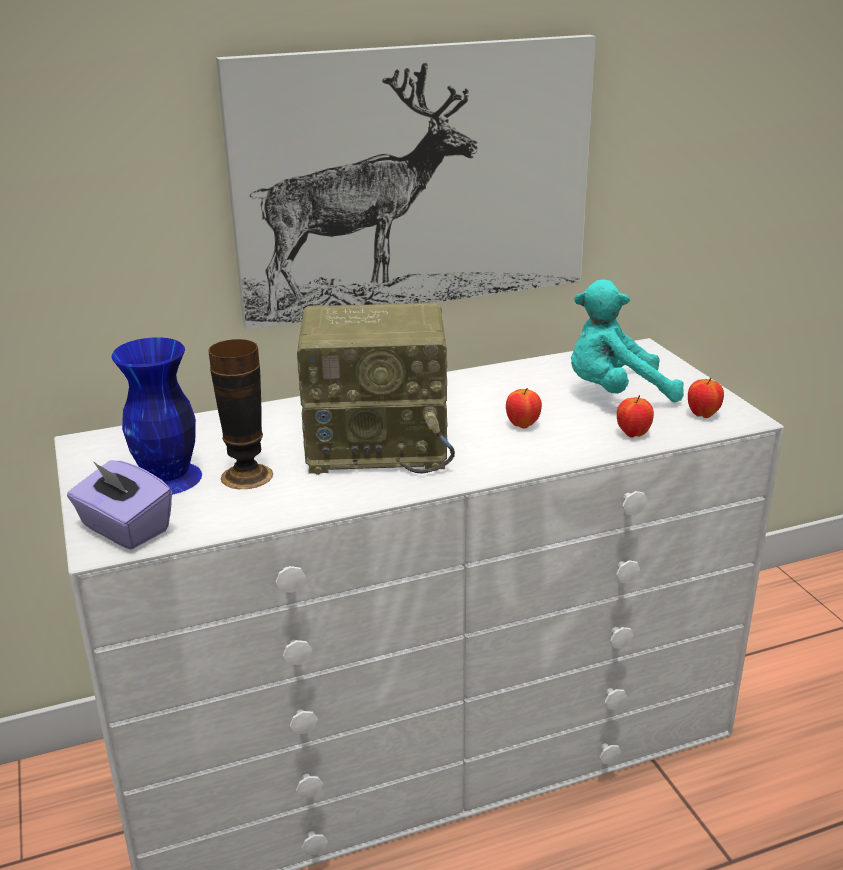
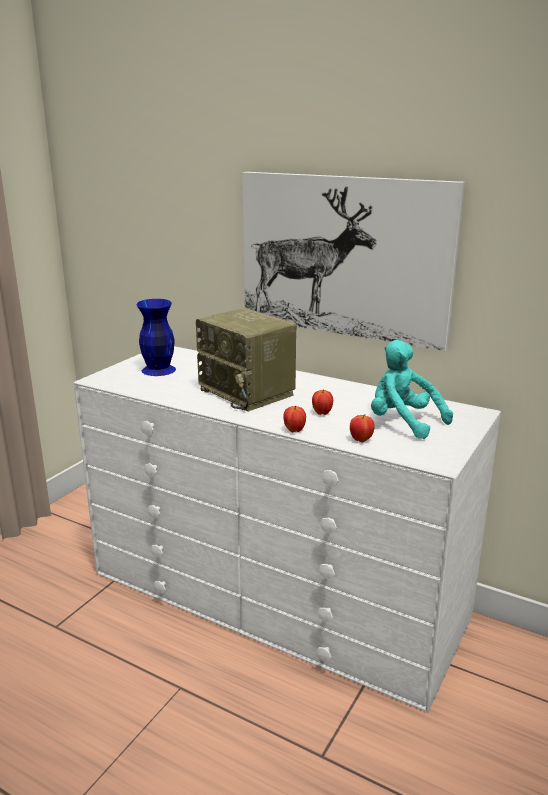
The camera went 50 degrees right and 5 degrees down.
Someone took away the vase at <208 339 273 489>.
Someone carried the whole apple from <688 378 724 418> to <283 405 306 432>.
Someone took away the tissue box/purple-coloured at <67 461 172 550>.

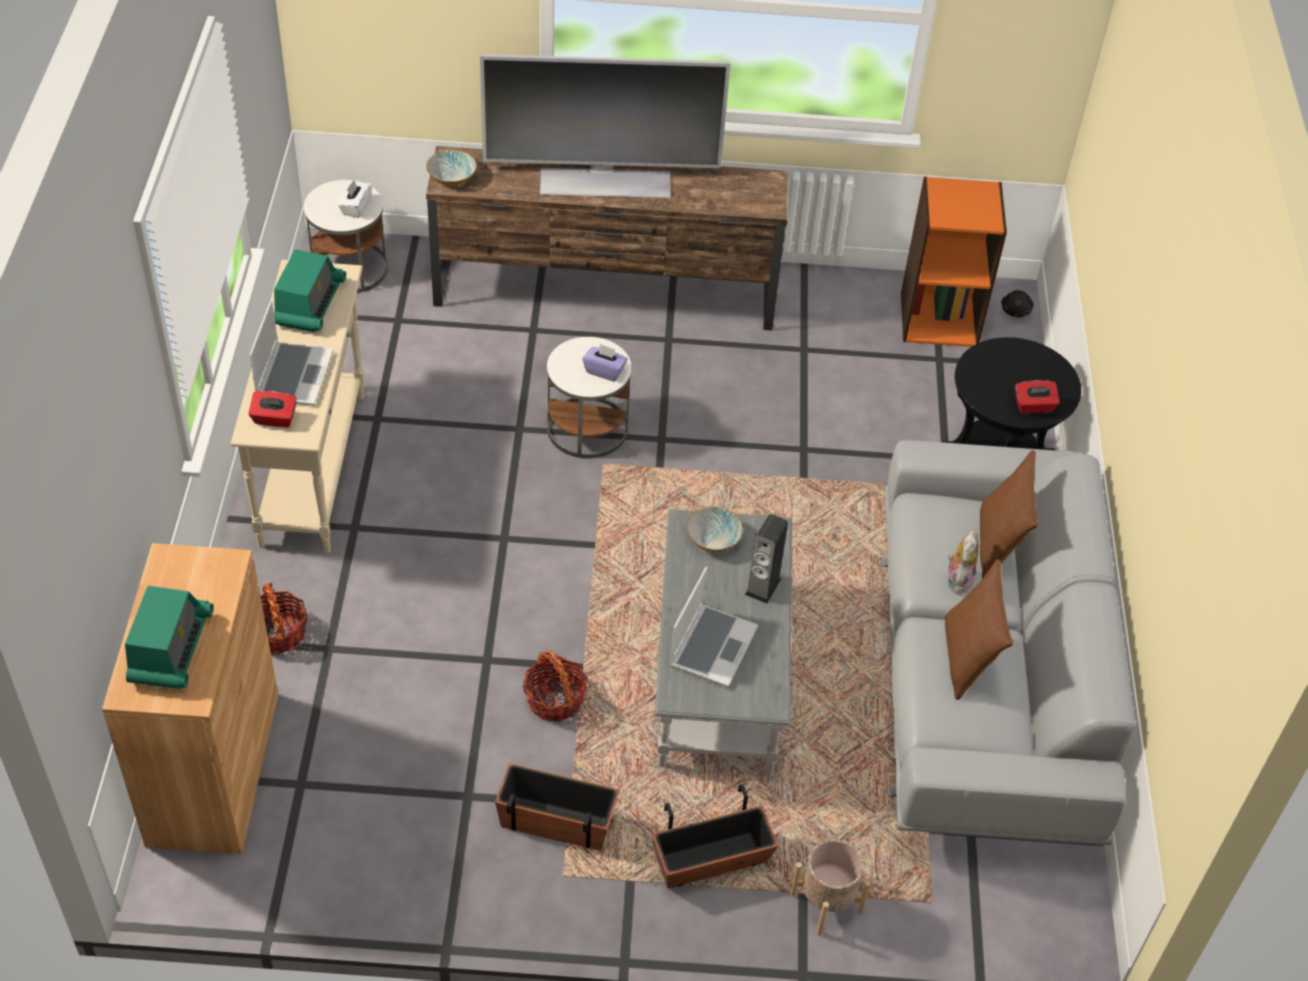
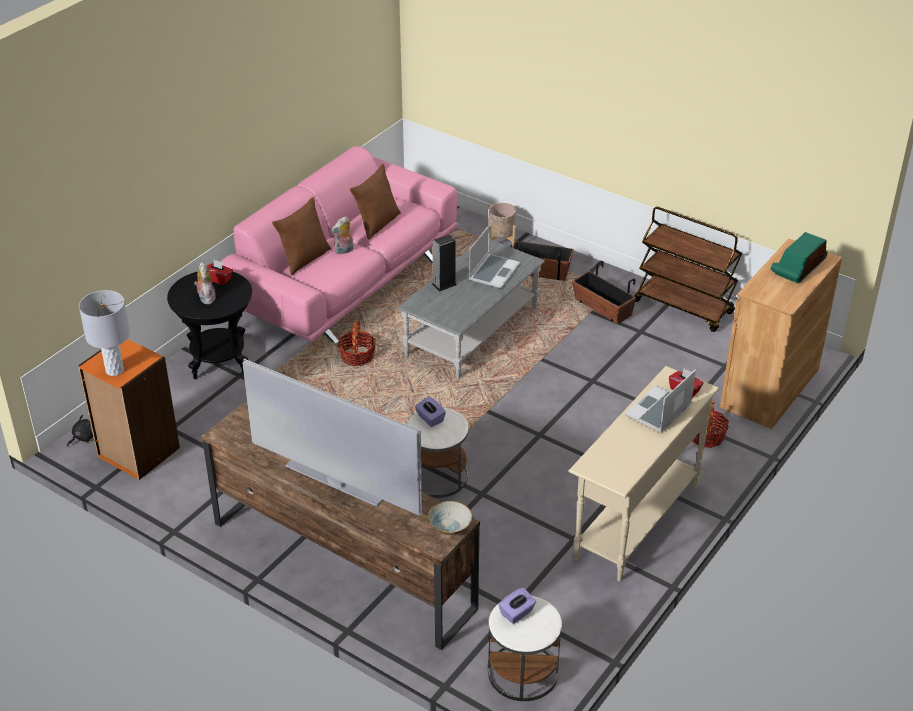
The camera went 145 degrees left and 10 degrees down.
Someone repainted the tissue box/white-coloured at <338 180 372 218>, which became the tissue box/purple-coloured at <499 587 536 624>.
Someone took away the radio at <274 249 346 332>.
Someone repainted the sofa/gray at <882 440 1136 845>, which became the sofa/pink at <221 146 458 343>.
Someone took away the deep dish at <686 506 743 552>.
Someone rotated the portable computer at <670 567 758 687> by 150 degrees clockwise.
Someone carried the storage basket from <523 651 587 722> to <338 321 376 366>.
Someone put down the wheeled cart/brownish at <635 207 742 332>.
Someone put down the soft toy at <194 262 216 304>.
Someone put down the lamp for a table/gray at <79 290 130 376>.

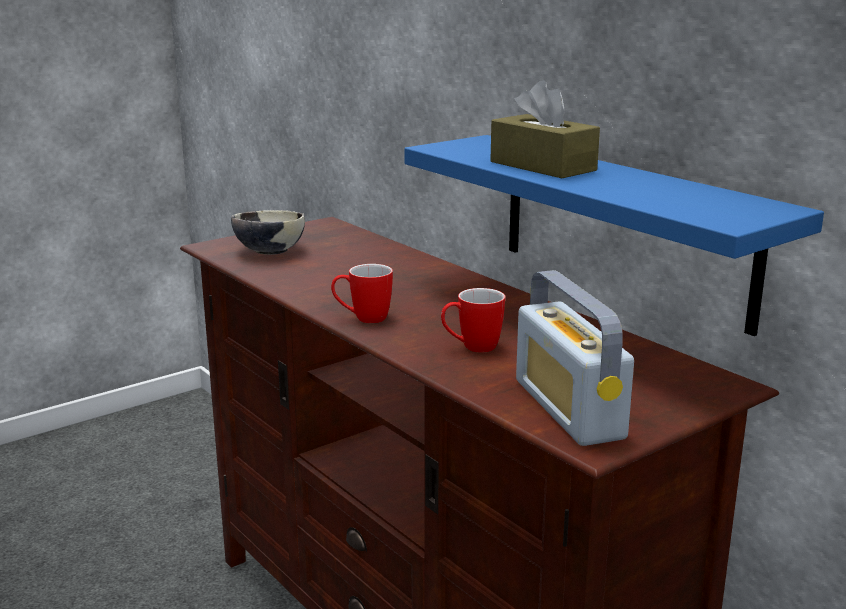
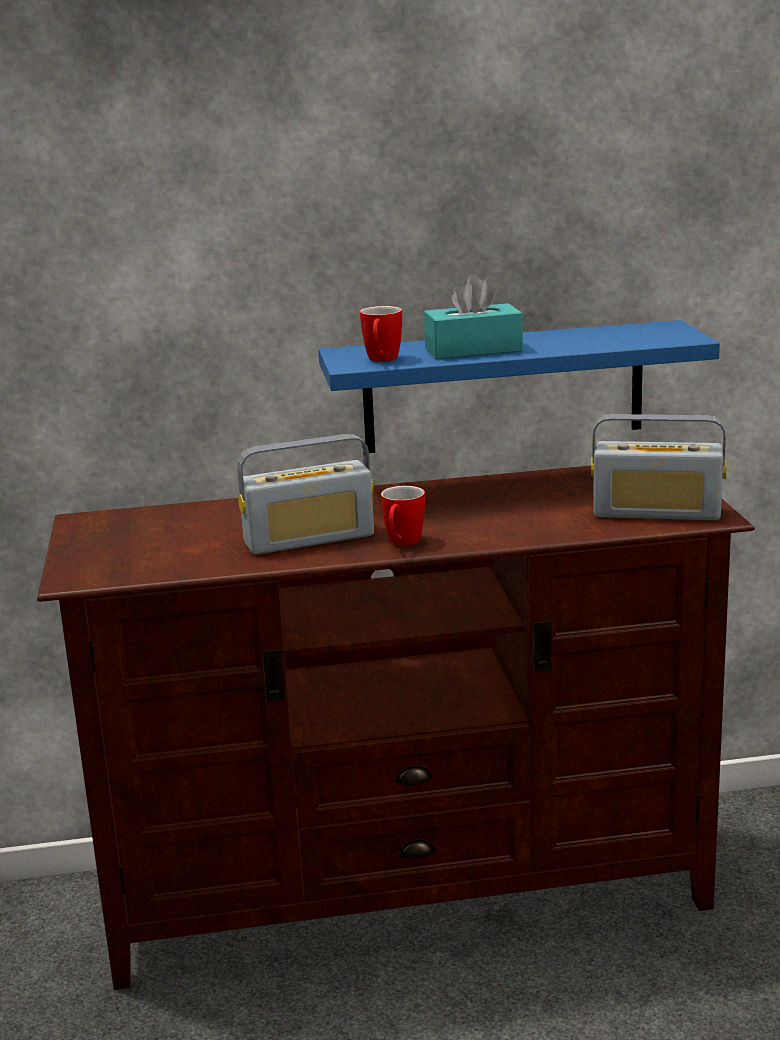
The camera went 60 degrees left and 0 degrees up.
Someone repainted the tissue box/brownish at <490 80 600 178>, which became the tissue box/turquoise at <424 274 523 359>.
Someone took away the deep dish at <231 210 305 255>.
Someone carried the tea mug from <441 288 505 353> to <360 306 402 362>.
Someone put down the radio at <237 434 374 555>.

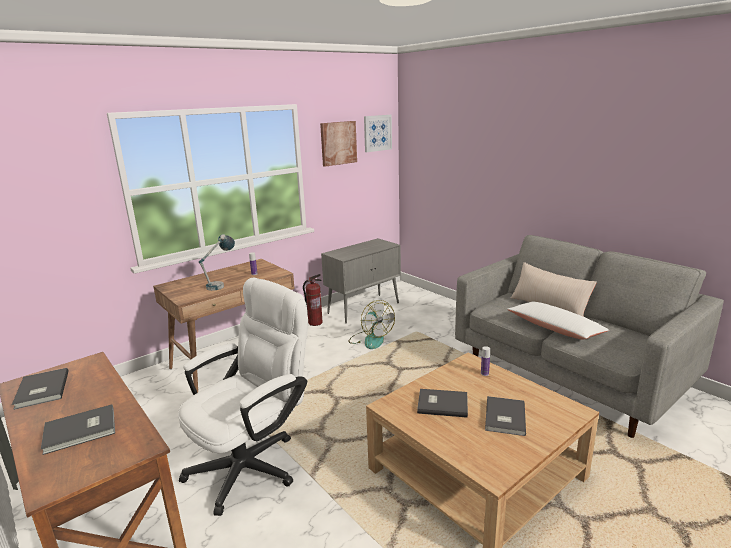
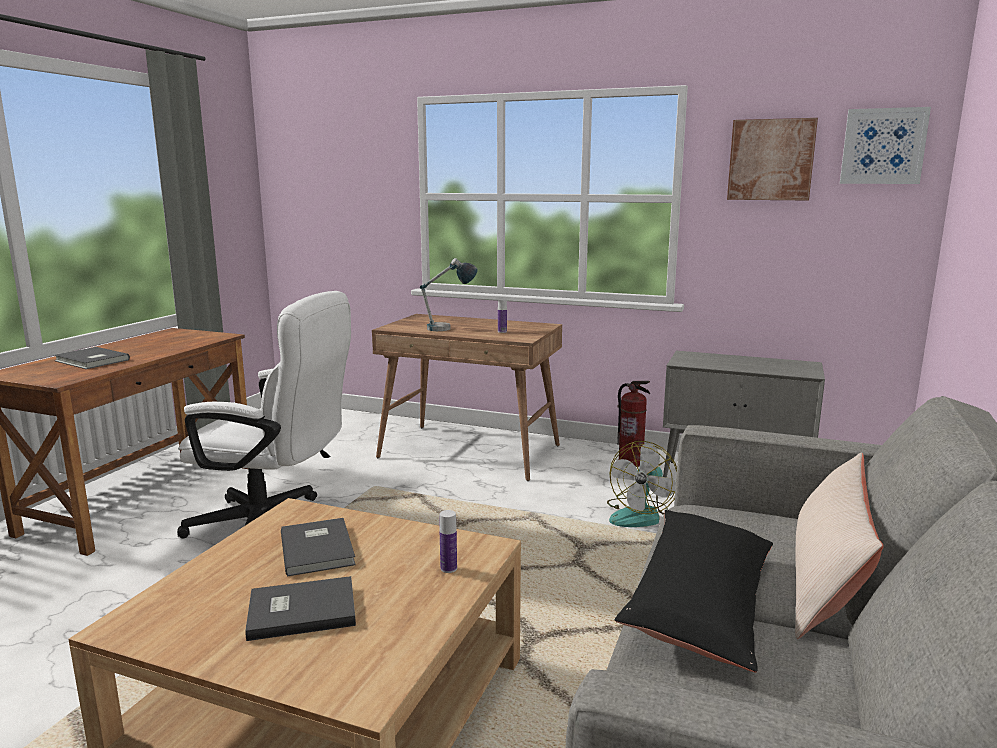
The camera went 60 degrees right and 5 degrees down.
Someone repainted the throw pillow/white-coloured at <507 302 609 340>, which became the throw pillow/black-coloured at <614 510 773 672>.
Someone took away the book/gray at <12 368 69 410>.

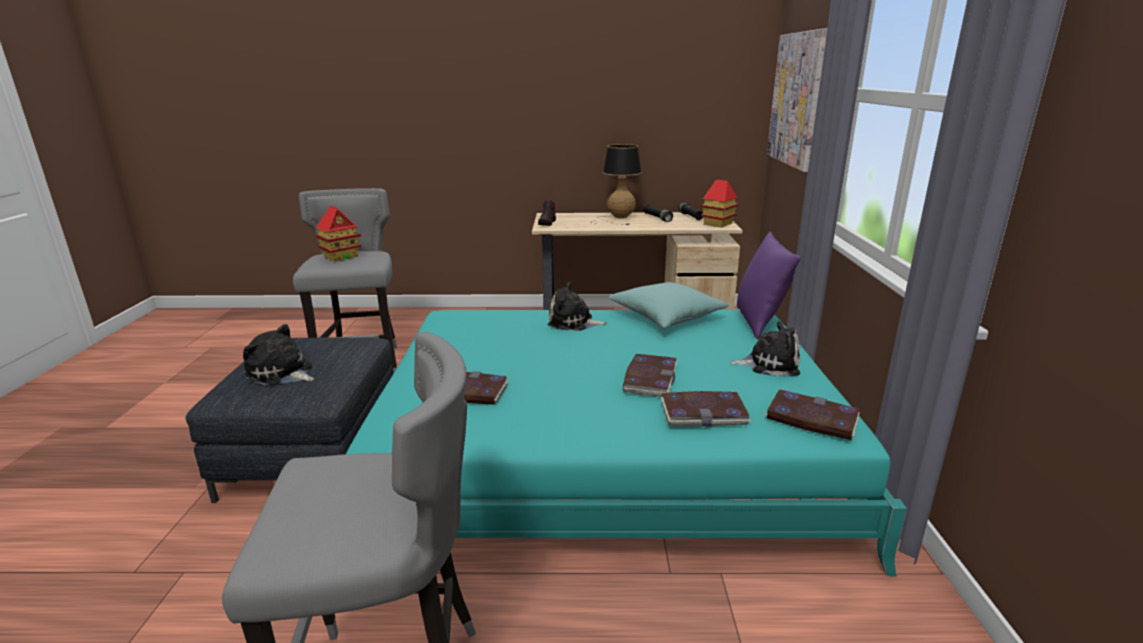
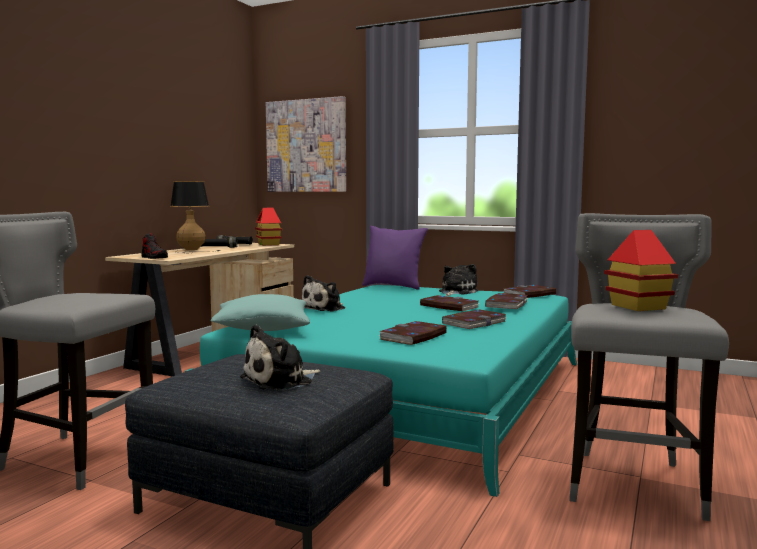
The camera went 65 degrees left and 15 degrees down.
Someone carried the model house from <315 206 361 261> to <604 230 678 311>.
Someone carried the throw pillow/turquoise from <608 282 729 329> to <211 294 310 331>.
Someone put down the book at <442 310 506 329>.

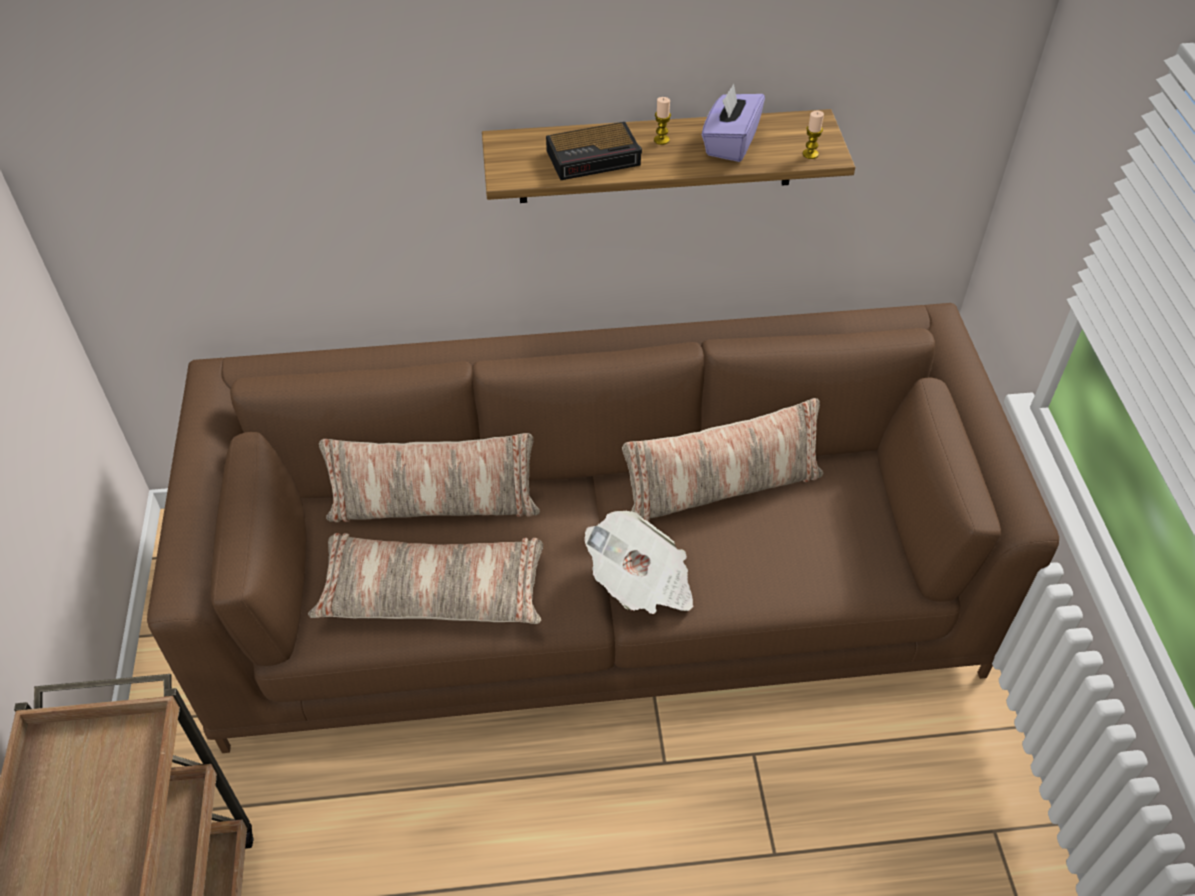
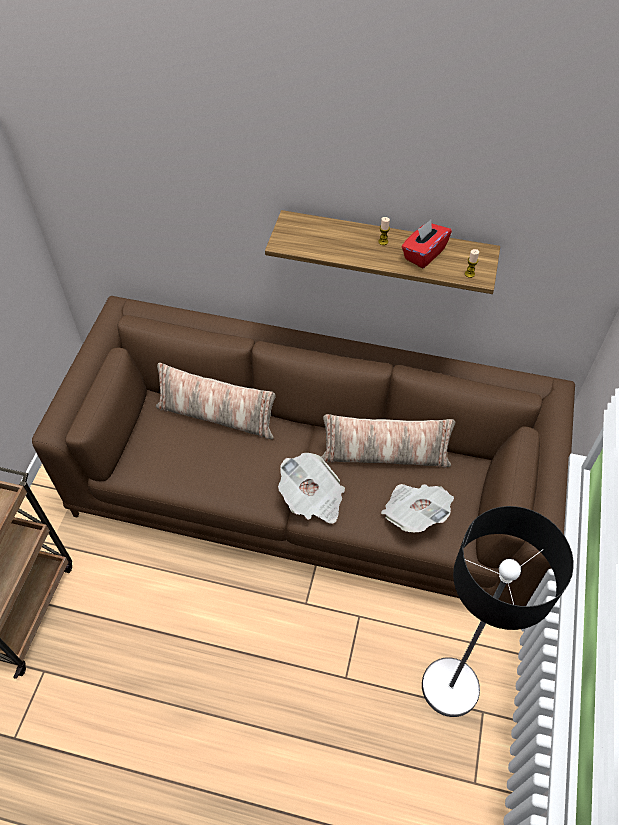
The camera went 20 degrees right and 5 degrees up.
Someone repainted the tissue box/purple-coloured at <702 83 765 162>, which became the tissue box/red at <402 220 452 268>.
Someone took away the alarm clock at <546 122 642 180>.
Someone took away the throw pillow at <308 533 543 624>.
Someone put down the printed paper at <381 484 454 532>.
Someone put down the floor lamp at <422 506 573 717>.

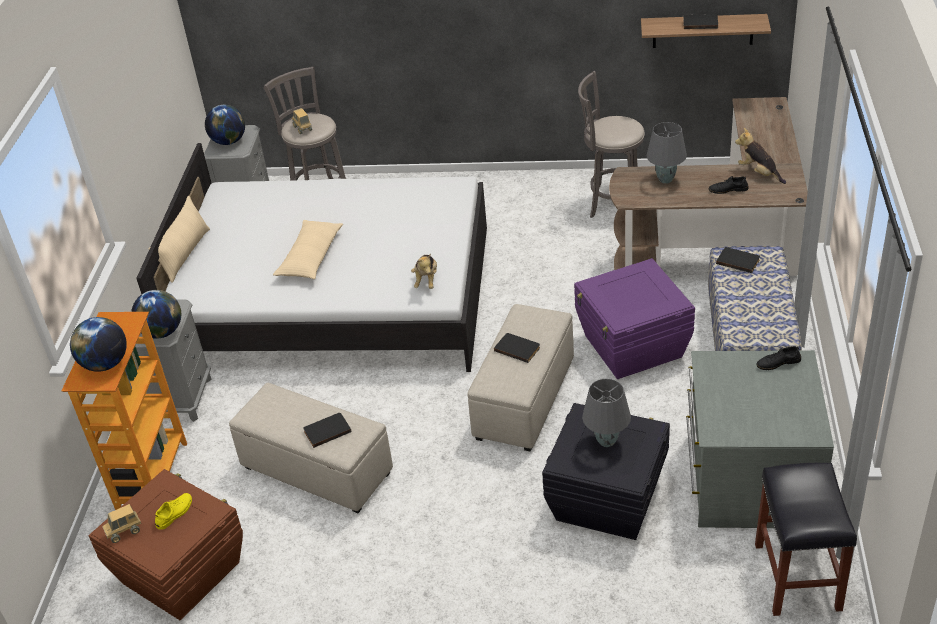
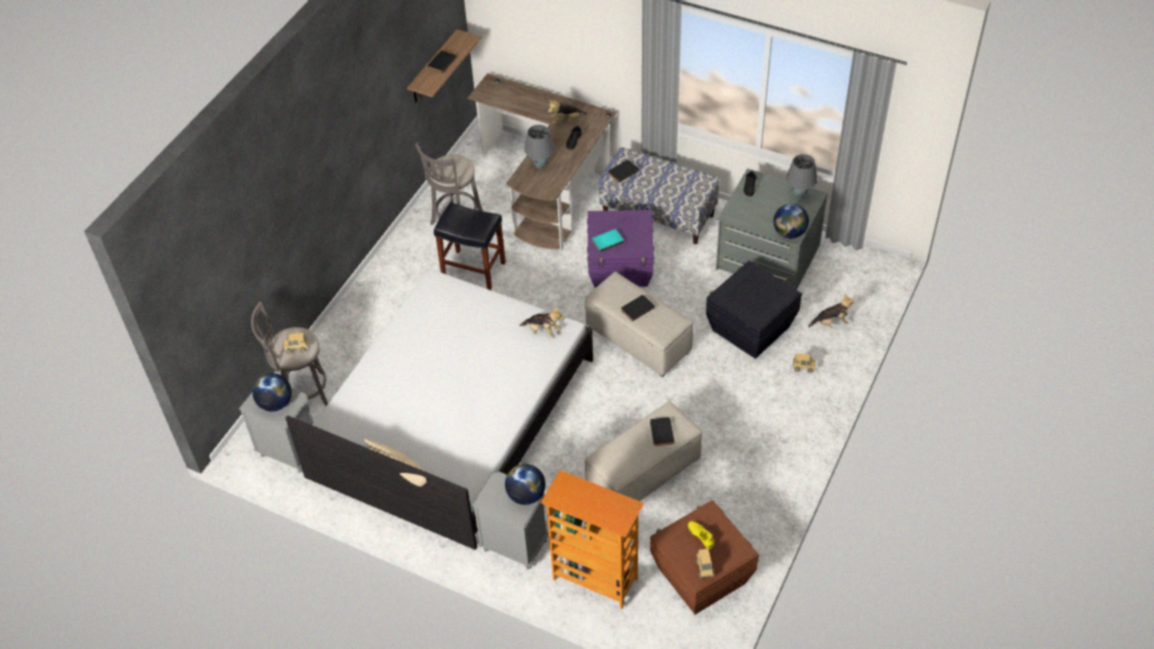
The camera went 70 degrees left and 10 degrees up.
Someone took away the throw pillow/beige at <273 220 343 279>.
Someone carried the world globe from <70 317 127 372> to <773 203 809 239>.
Someone carried the lamp for a table/gray from <582 379 631 447> to <786 154 818 199>.
Someone carried the stool seat/black-coloured from <755 463 857 616> to <434 202 506 290>.
Someone put down the book/turquoise at <592 229 624 252>.
Someone put down the soft toy at <808 294 854 328>.
Someone put down the model truck at <793 353 816 373>.

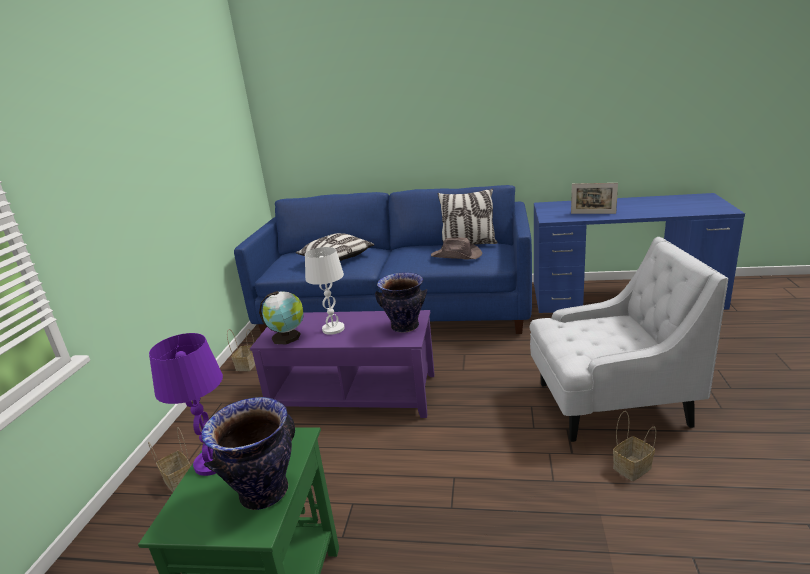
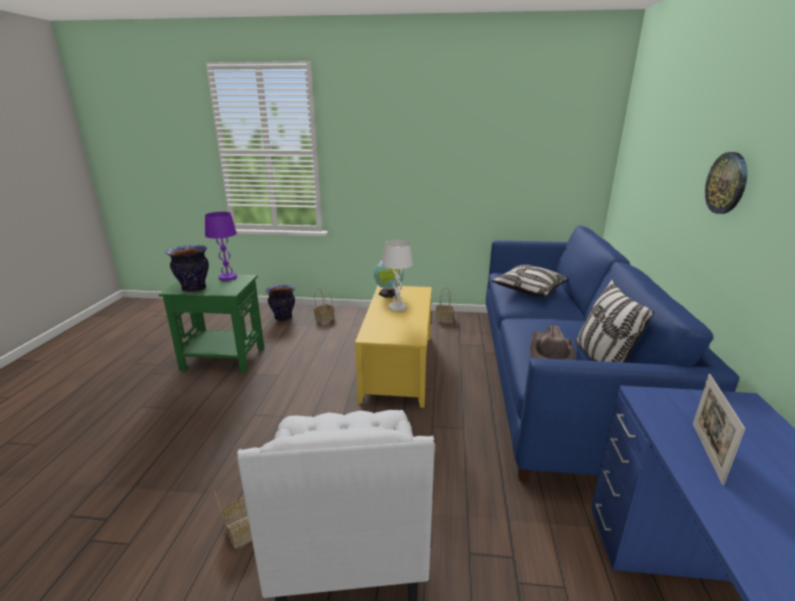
The camera went 85 degrees right and 0 degrees up.
Someone carried the vase from <375 272 427 333> to <266 284 295 321>.
Someone repainted the coffee table/purple-coloured at <250 310 435 418>, which became the coffee table/yellow-coloured at <355 285 432 408>.
Someone put up the wall clock at <705 152 747 214>.

